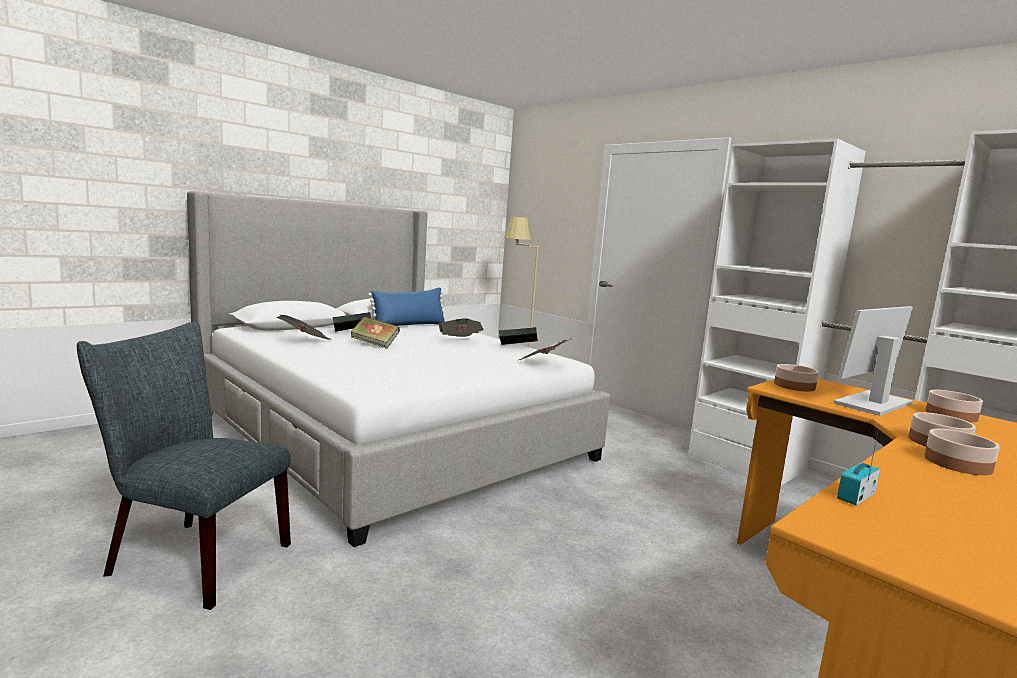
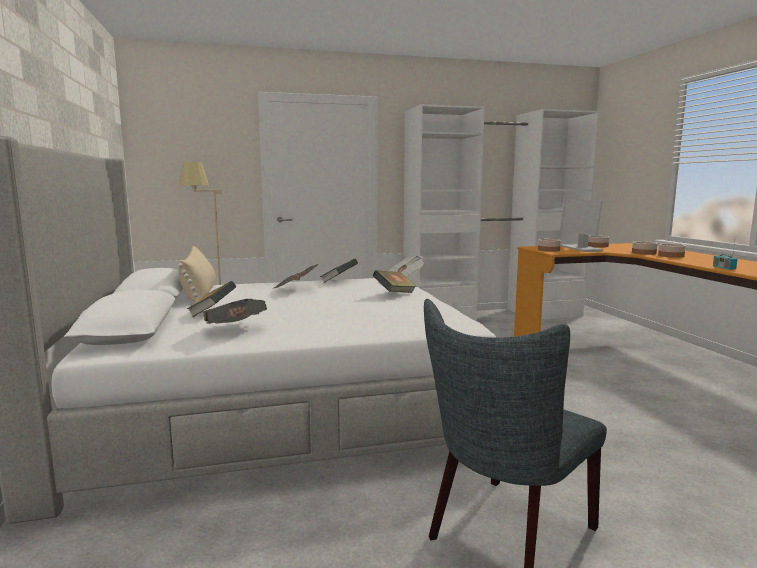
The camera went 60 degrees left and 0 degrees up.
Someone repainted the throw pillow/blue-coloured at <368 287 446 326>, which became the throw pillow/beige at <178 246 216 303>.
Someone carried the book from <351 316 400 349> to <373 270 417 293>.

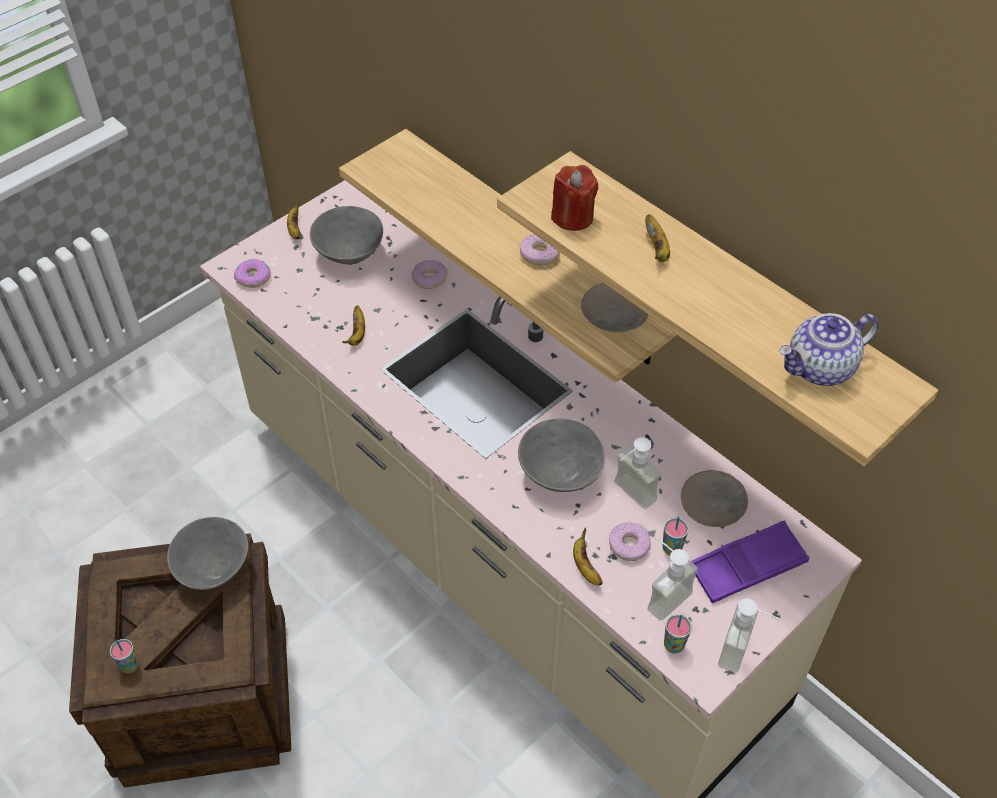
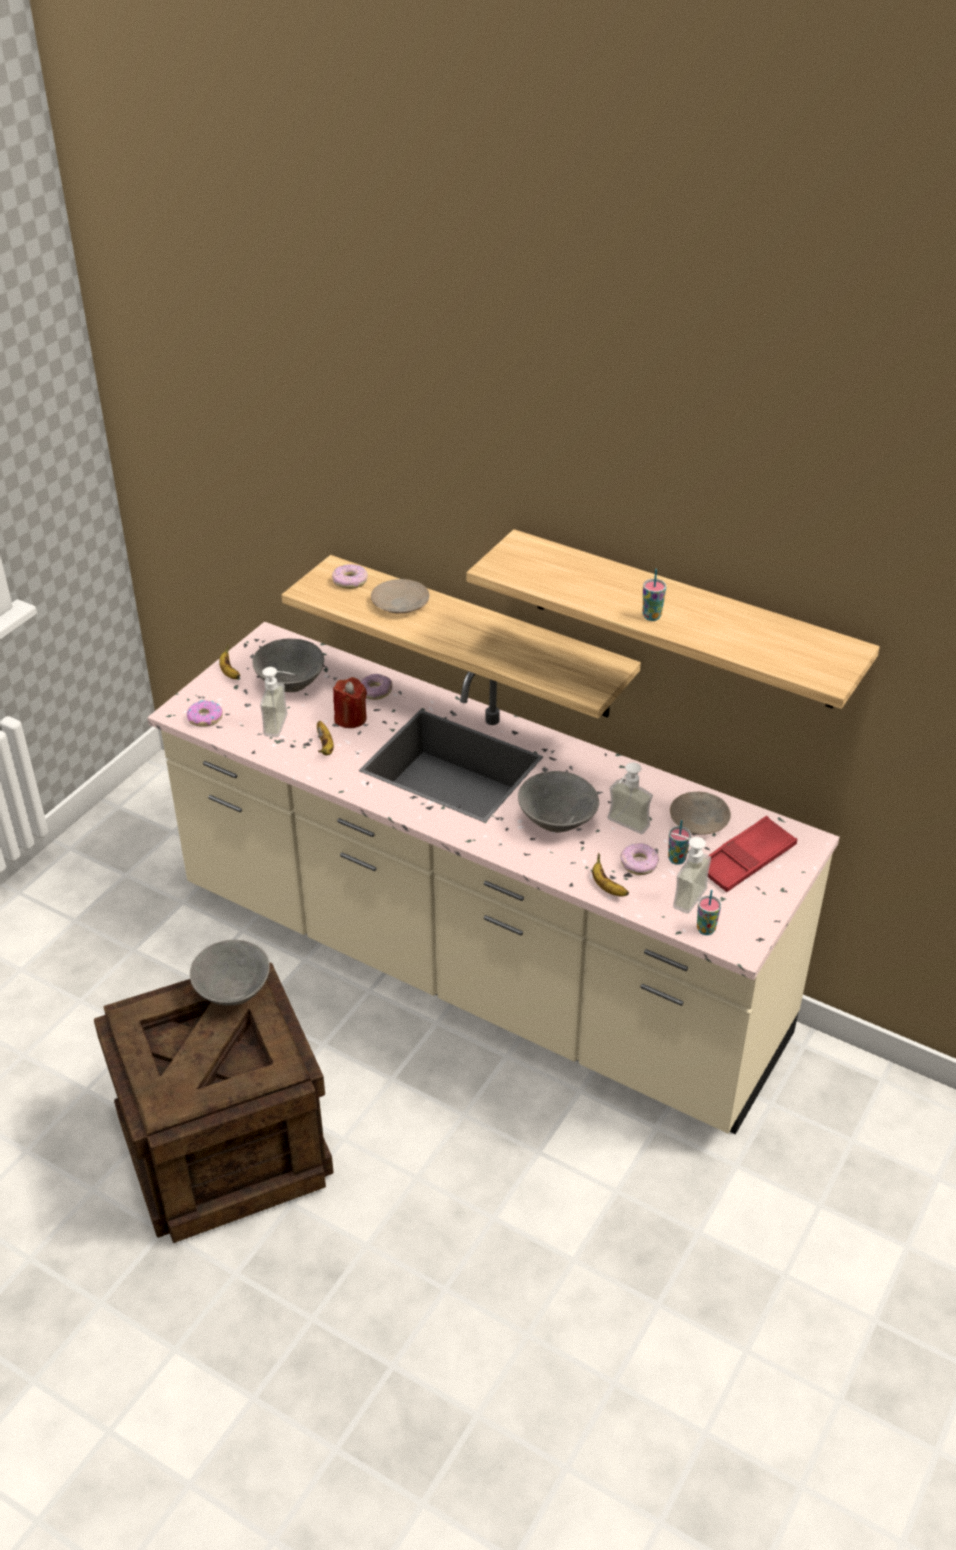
The camera went 15 degrees left and 10 degrees down.
Someone carried the candle/red from <551 165 599 231> to <333 677 367 728>.
Someone took away the banana fruit at <645 214 670 262>.
Someone carried the doughnut from <520 234 560 265> to <332 564 368 589>.
Someone carried the dinner plate/beige from <581 283 648 332> to <371 579 429 614>.
Someone took away the tea pot at <779 313 879 386>.
Someone repainted the tray/purple-coloured at <691 521 809 603>, which became the tray/red at <708 816 797 892>.
Someone carried the liquid soap bottle from <718 598 780 673> to <260 667 294 737>.
Someone carried the small cup from <110 639 139 673> to <643 569 666 621>.

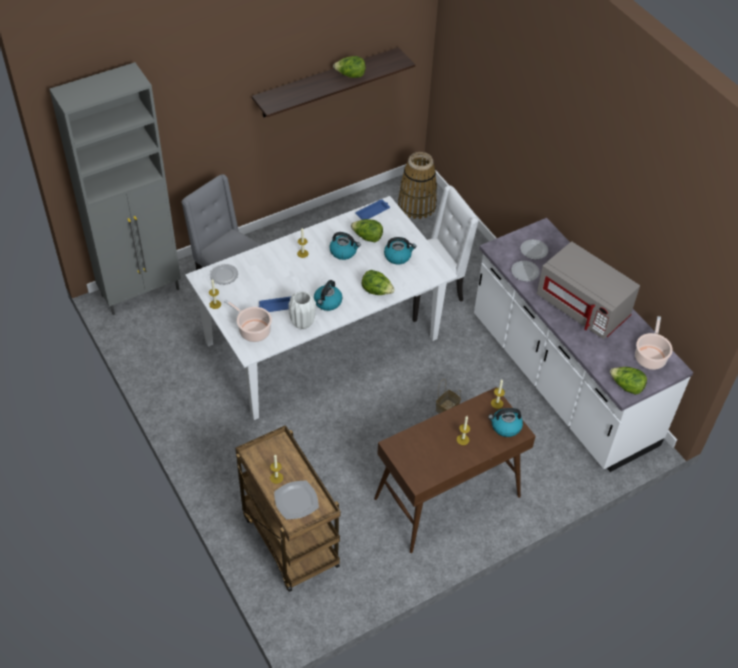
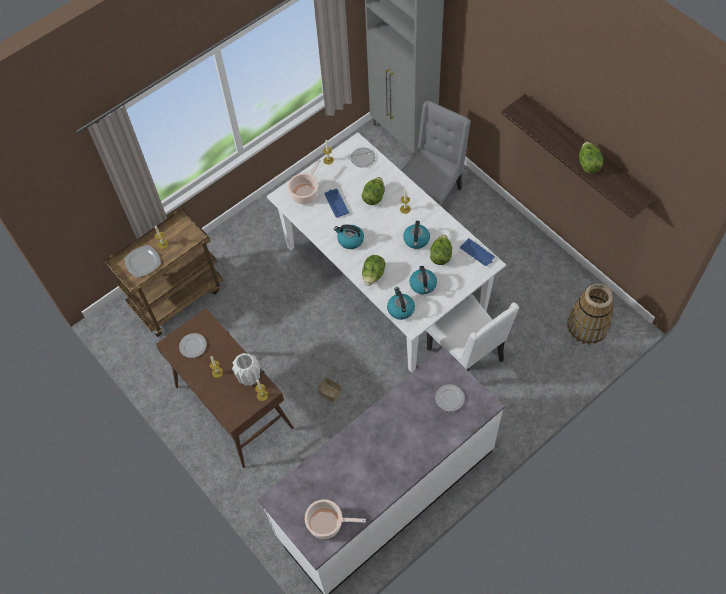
The camera went 85 degrees right and 10 degrees up.
Someone took away the microwave/gray at <537 241 640 339>.
Someone carried the dinner plate from <511 261 540 282> to <179 333 207 358>.
Someone carried the vase/white-coloured from <288 291 316 329> to <232 353 260 386>.
Someone carried the lettuce head from <610 367 647 395> to <361 177 385 205>.
Someone carried the kettle from <488 408 523 437> to <387 287 415 320>.

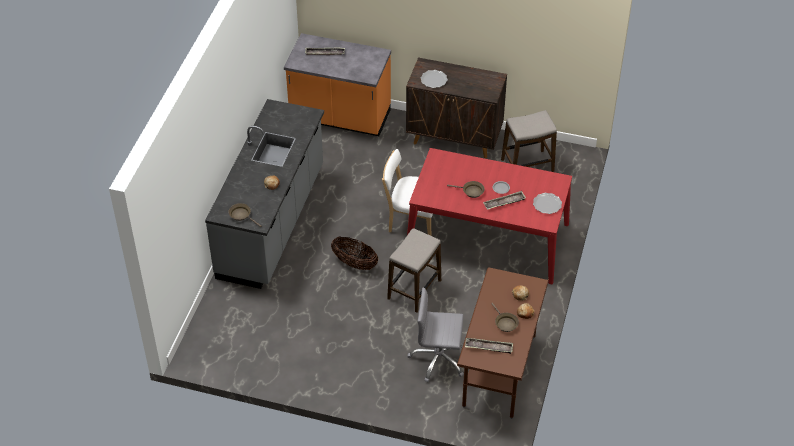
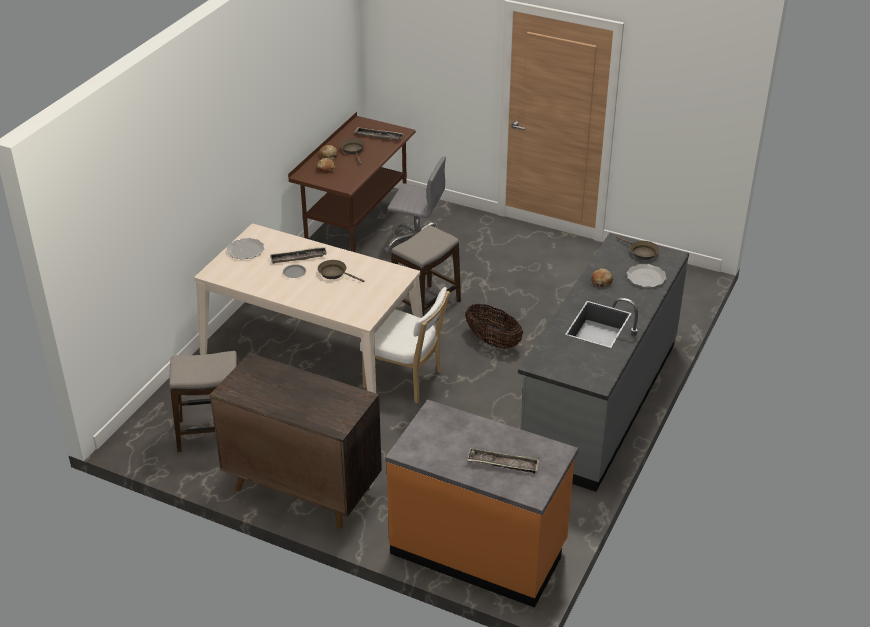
The camera went 170 degrees left and 10 degrees down.
Someone carried the dinner plate from <420 70 448 88> to <627 264 667 287>.
Someone repainted the dining table/red at <407 148 572 284>, which became the dining table/beige at <194 224 423 393>.

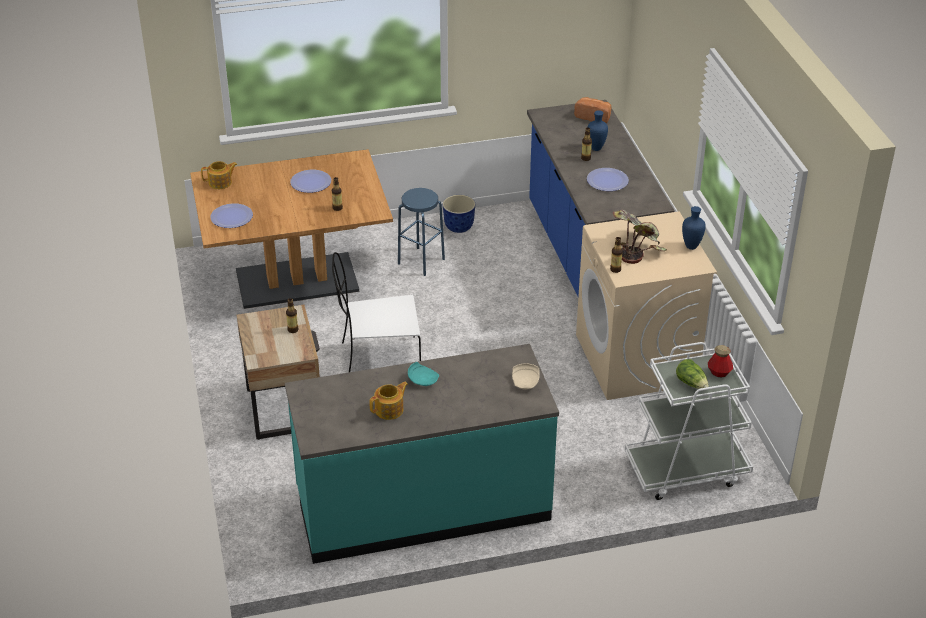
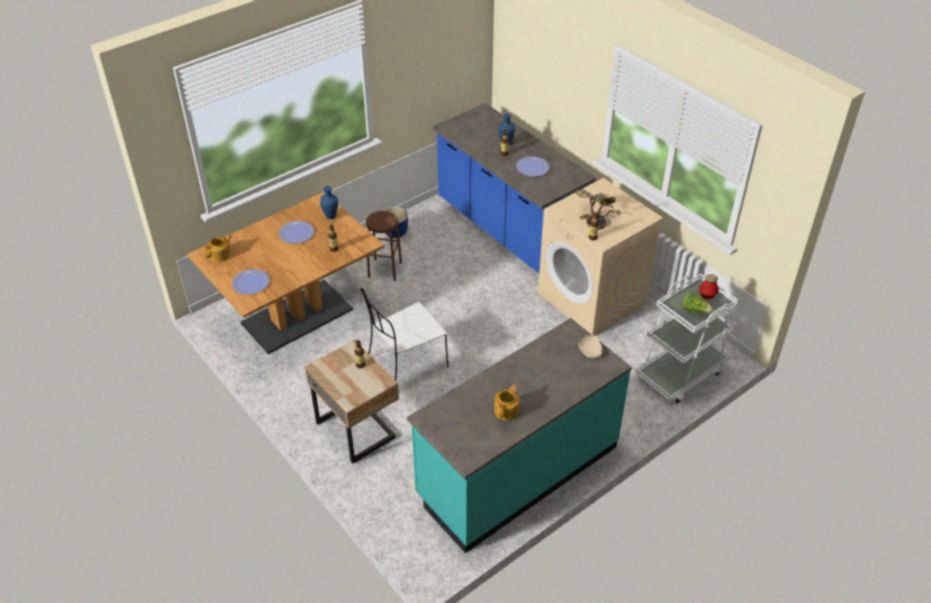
The camera went 25 degrees left and 5 degrees up.
Someone took away the baked bread at <574 97 612 123>.
Someone repainted the stool seat/blue-coloured at <398 188 445 276>, which became the stool seat/brownish at <366 211 402 281>.
Someone carried the vase/blue-coloured from <682 206 706 250> to <320 186 338 219>.
Someone took away the dinner plate/turquoise at <408 362 439 386>.

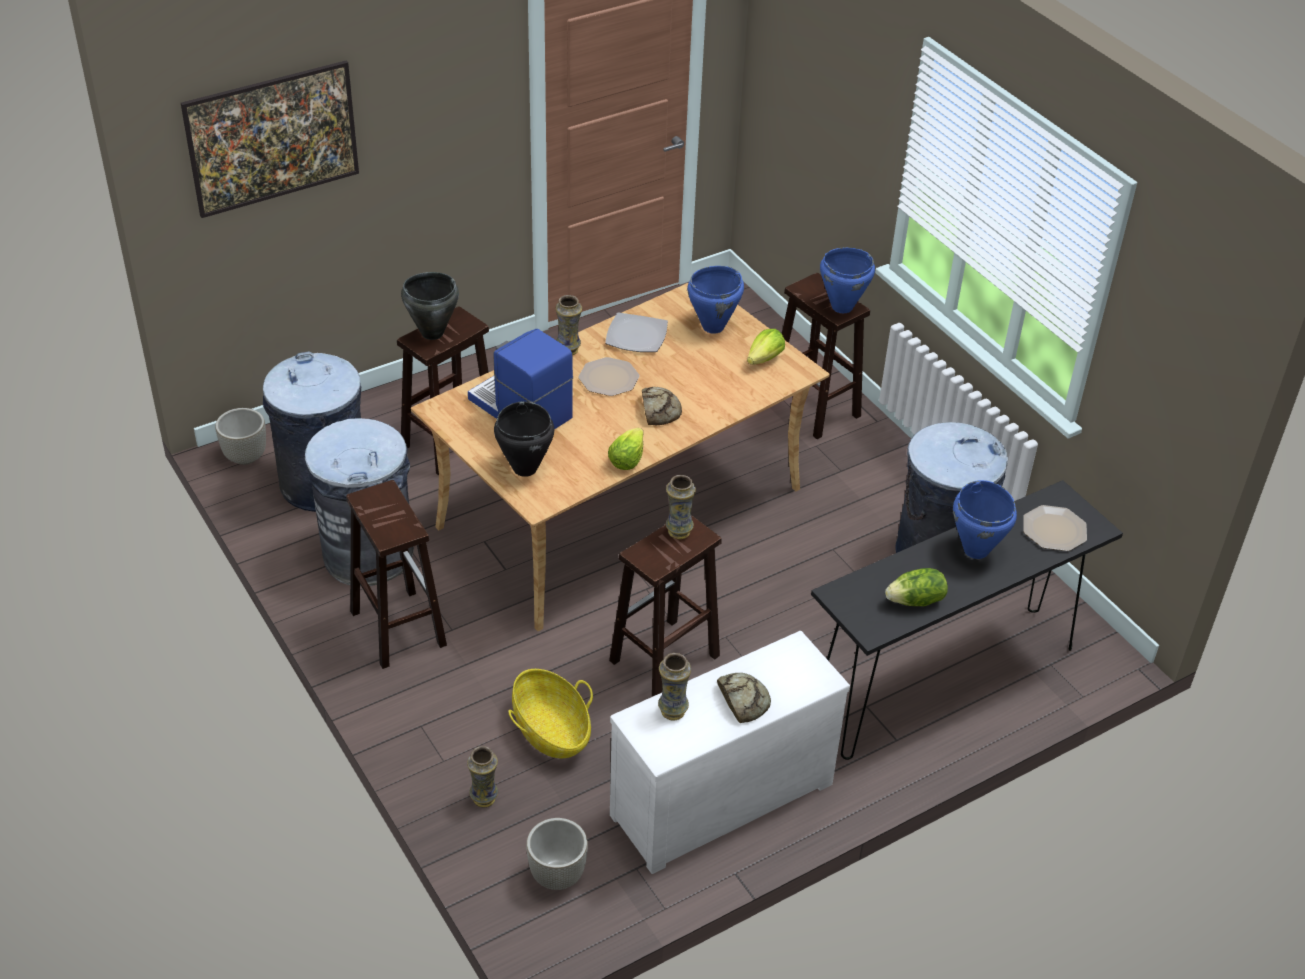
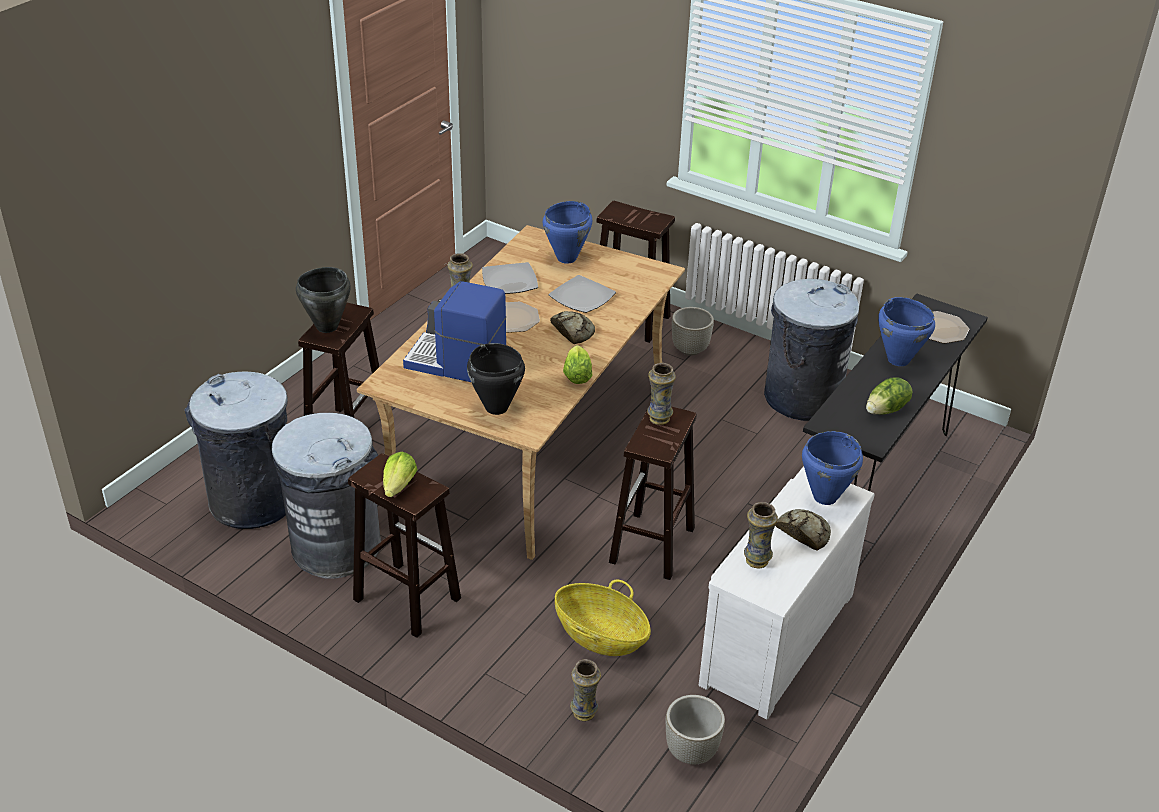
The camera went 25 degrees left and 5 degrees down.
Someone took away the wall picture at <181 61 359 218>.
Someone carried the stockpot/blue-coloured from <820 247 875 313> to <802 431 863 505>.
Someone carried the lettuce head from <747 329 785 365> to <383 452 418 497>.
Someone carried the flower pot/gray from <215 408 266 465> to <672 307 714 356>.
Someone put down the dinner plate at <548 275 616 313>.

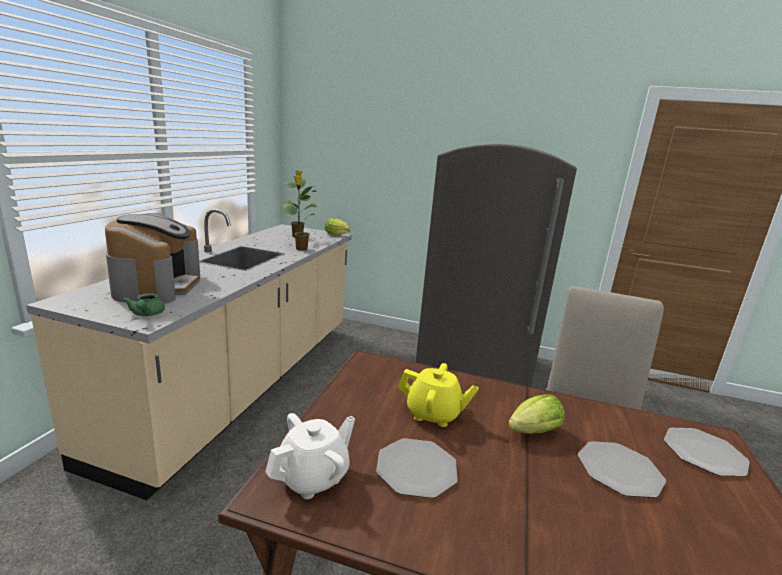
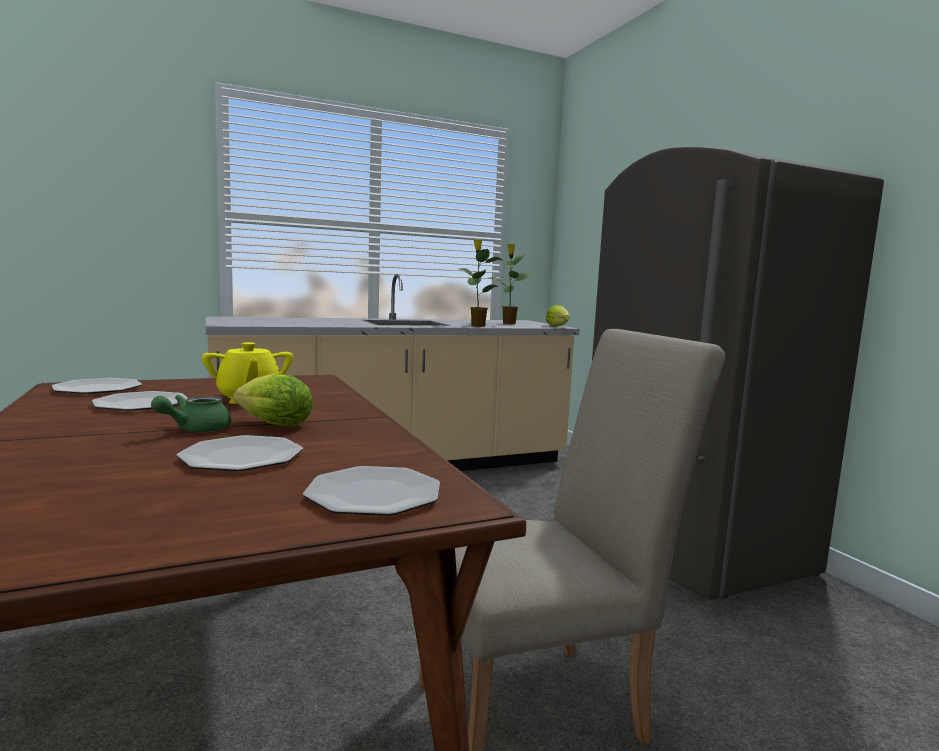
The camera went 50 degrees right and 10 degrees down.
Someone took away the coffee maker at <105 213 200 304>.
Someone carried the tea pot/green-coloured from <123 293 165 316> to <151 395 231 433>.
Someone swapped the tea pot/white-coloured at <265 413 355 499> for the dinner plate at <52 378 142 394>.

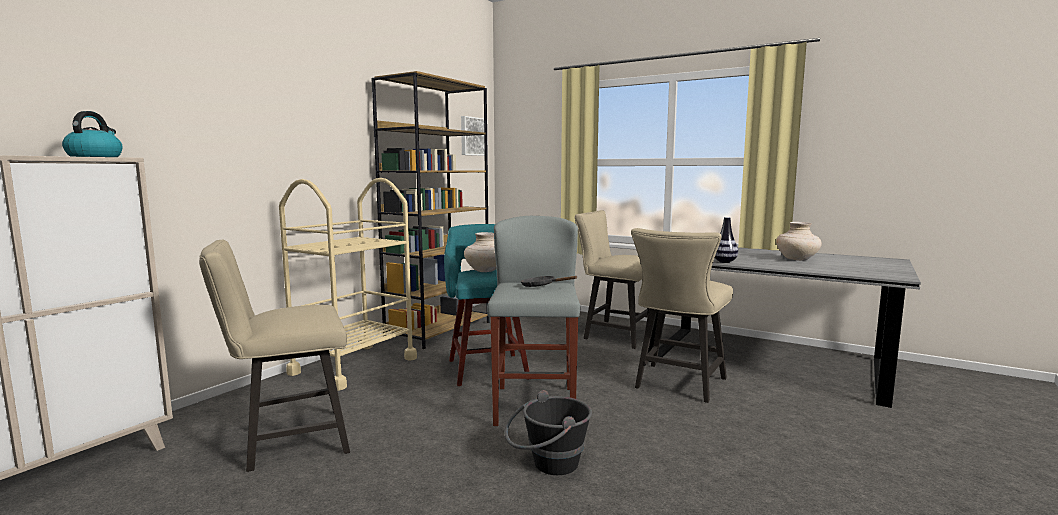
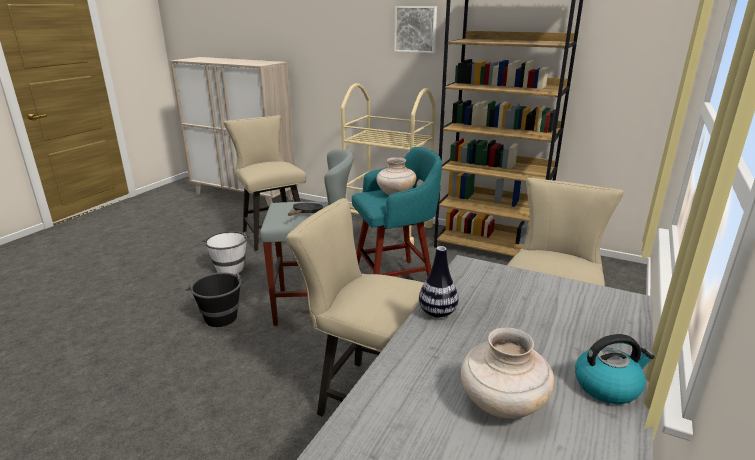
The camera went 85 degrees right and 15 degrees up.
Someone carried the kettle from <62 111 123 157> to <575 334 655 404>.
Someone carried the wall picture from <461 116 488 156> to <394 6 437 53>.
Someone put down the bucket/white-coloured at <202 231 250 274>.

